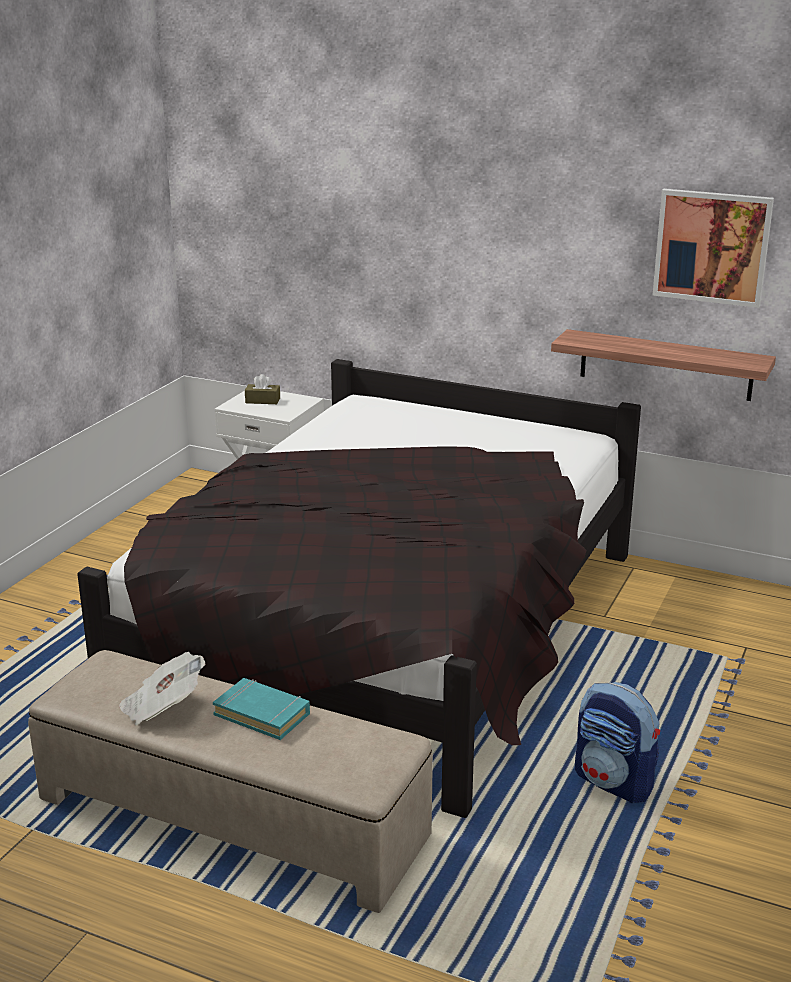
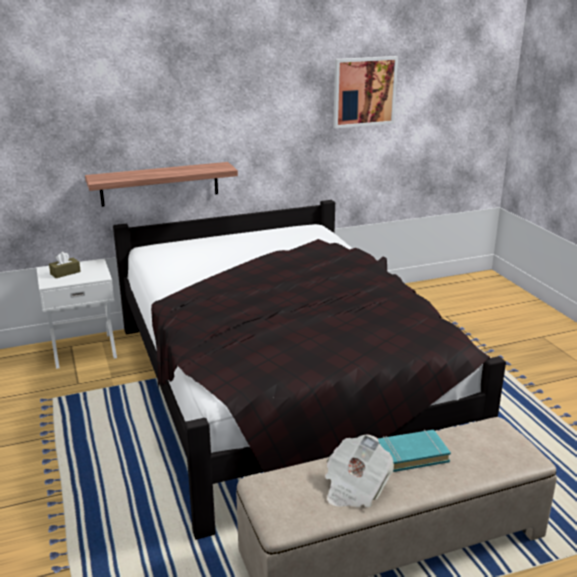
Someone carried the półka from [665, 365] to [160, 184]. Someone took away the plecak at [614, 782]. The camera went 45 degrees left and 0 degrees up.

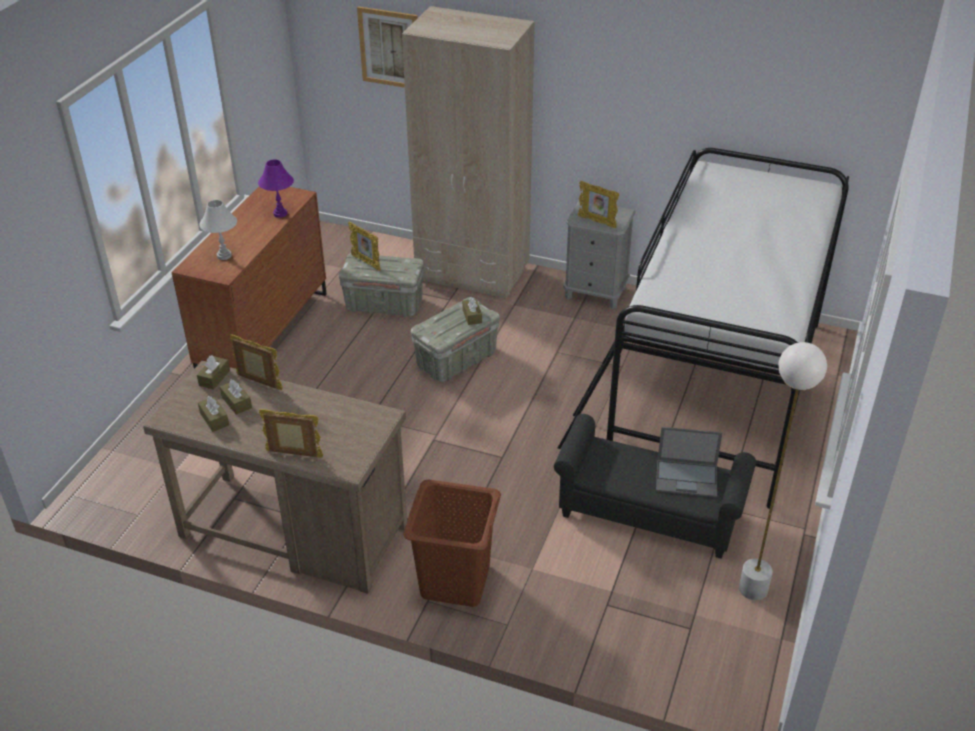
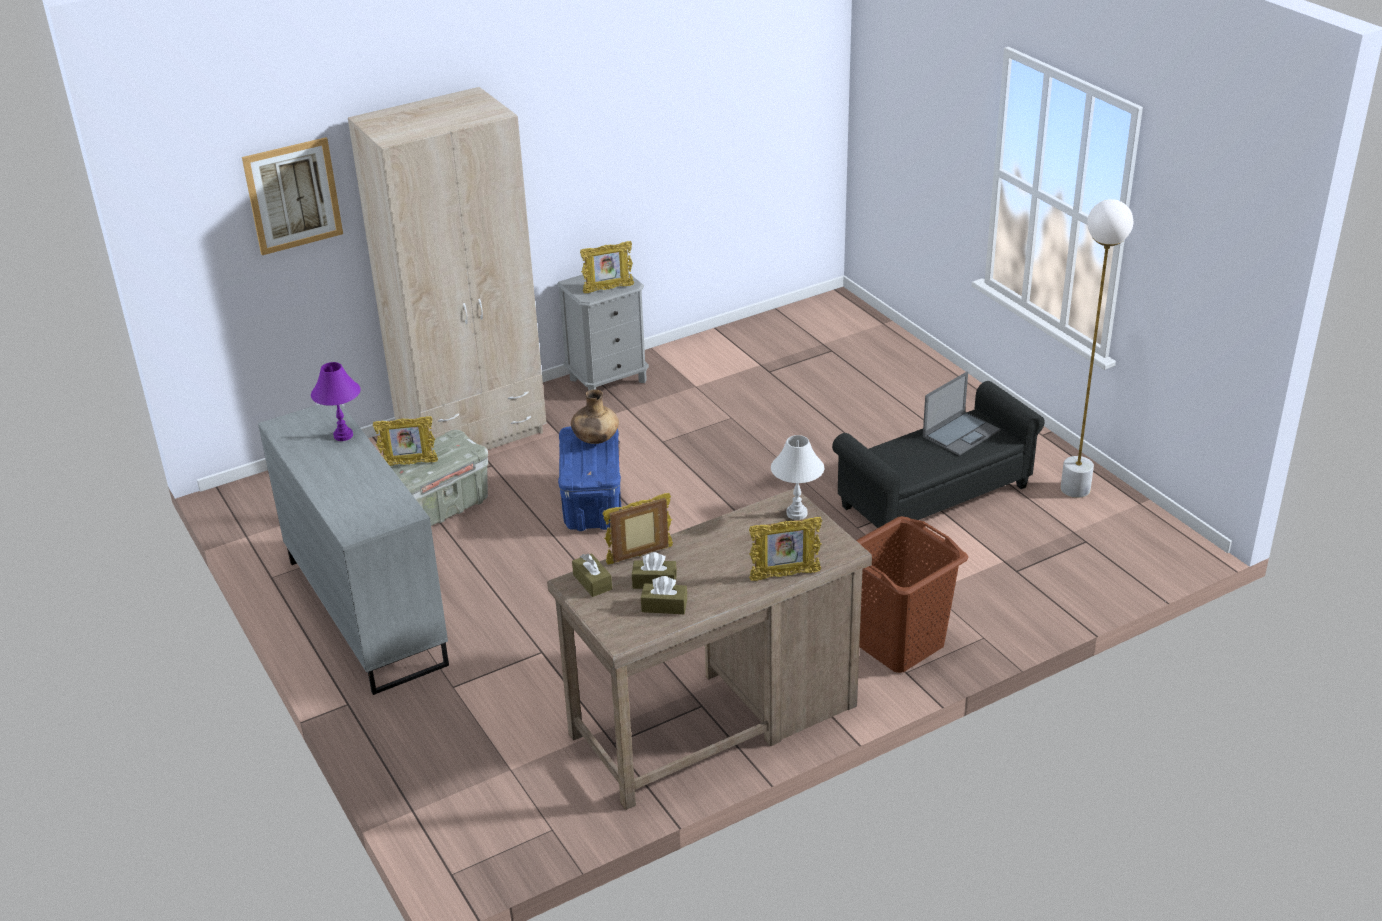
Someone repainted the komoda [brązowy] at [263, 334], which became the komoda [szary] at [364, 612]. Someone repainted the pojemnik do przechowywania [szary] at [456, 360], which became the pojemnik do przechowywania [niebieski] at [592, 503]. Someone swapped the pudełko chusteczek [brązowy] at [472, 316] for the wazon [brązowy] at [595, 440]. Someone rotated the ramka na zdjęcie at [294, 455] by 150 degrees counterclockwise. Someone carried the lampa stołowa [biały] from [224, 255] to [796, 513]. Someone took away the łóżko [czarny] at [714, 392]. The camera went 50 degrees left and 5 degrees down.

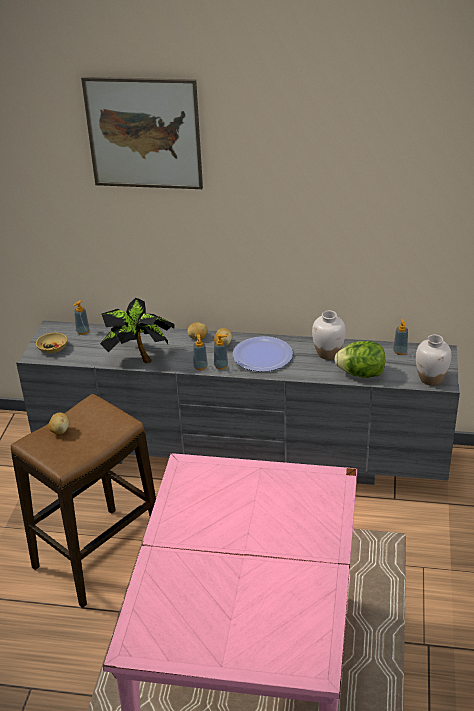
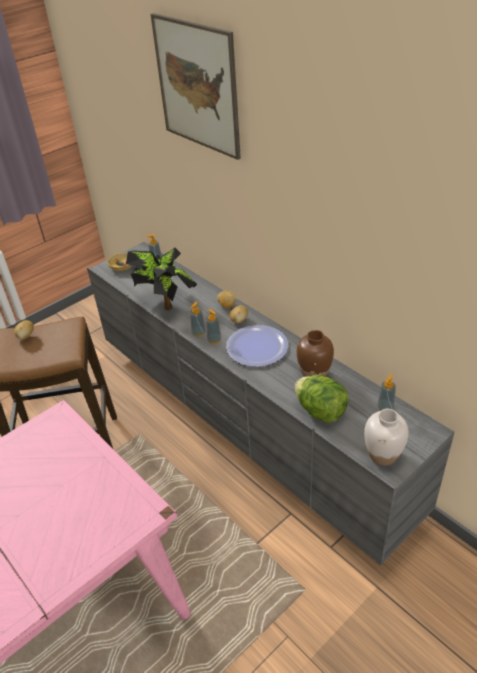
Someone repainted the wazon [biały] at [328, 354], which became the wazon [brązowy] at [314, 374]. The camera went 40 degrees right and 5 degrees up.

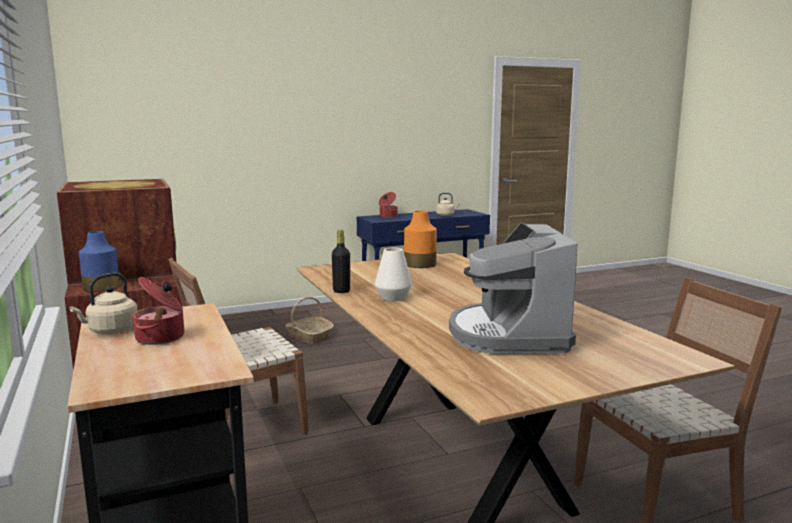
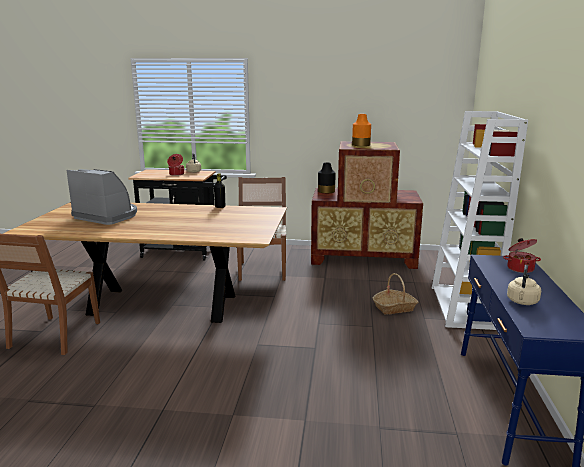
Someone repainted the wazon [niebieski] at [101, 287], which became the wazon [czarny] at [326, 191]. Someone carried the wazon [pomarańczowy] from [420, 264] to [361, 145]. Someone put down the regał [biały] at [463, 307]. Someone took away the wazon [biały] at [393, 298]. The camera went 120 degrees right and 5 degrees up.

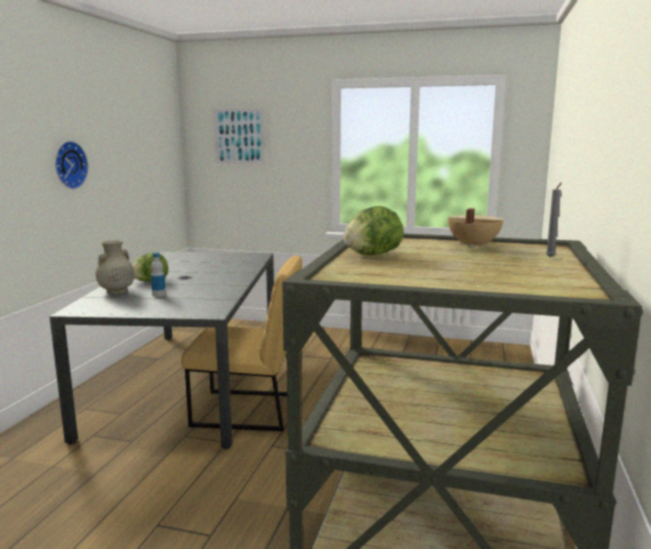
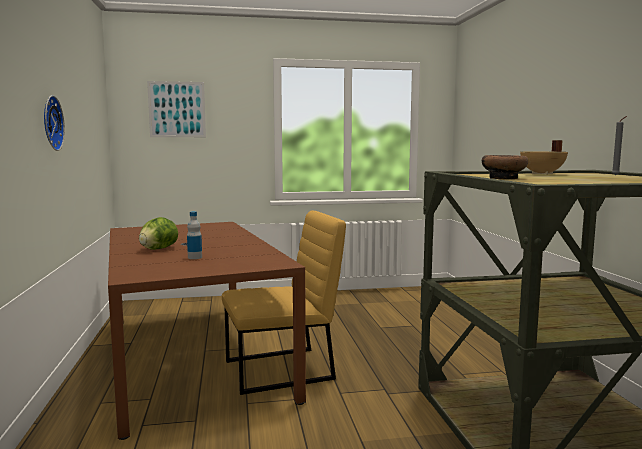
Someone repainted the stół jadalny [szary] at [191, 381], which became the stół jadalny [brązowy] at [194, 356]. Someone swapped the sałata at [372, 254] for the miska at [504, 178]. Someone took away the wazon [beżowy] at [116, 291]. The camera went 25 degrees left and 5 degrees down.

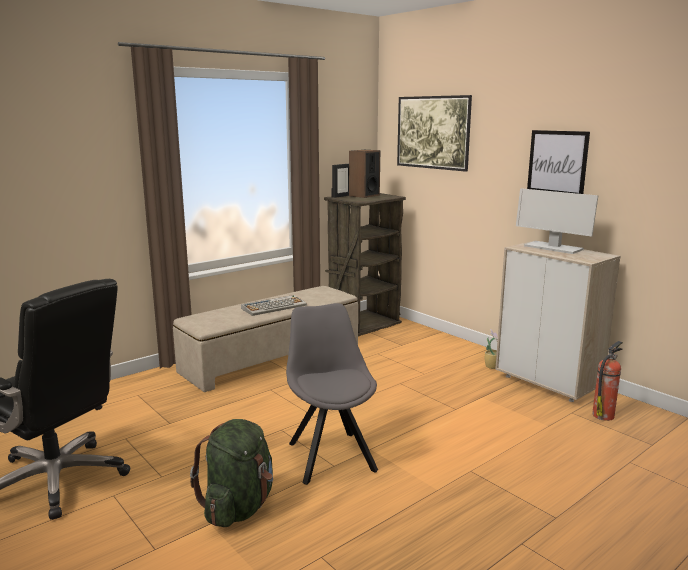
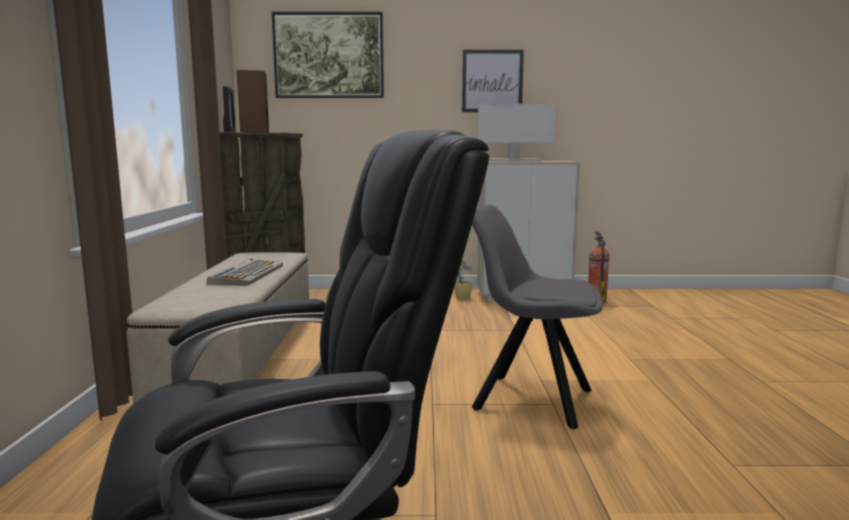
Someone took away the plecak [zielony] at [239, 507]. The camera went 50 degrees left and 5 degrees down.

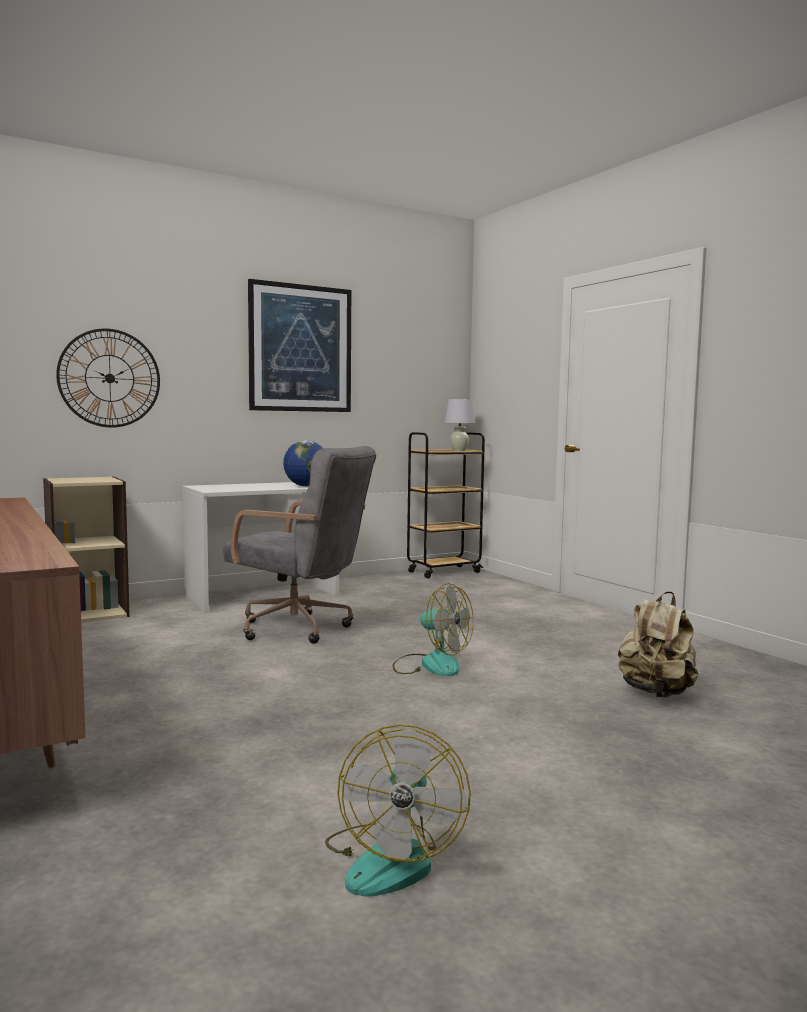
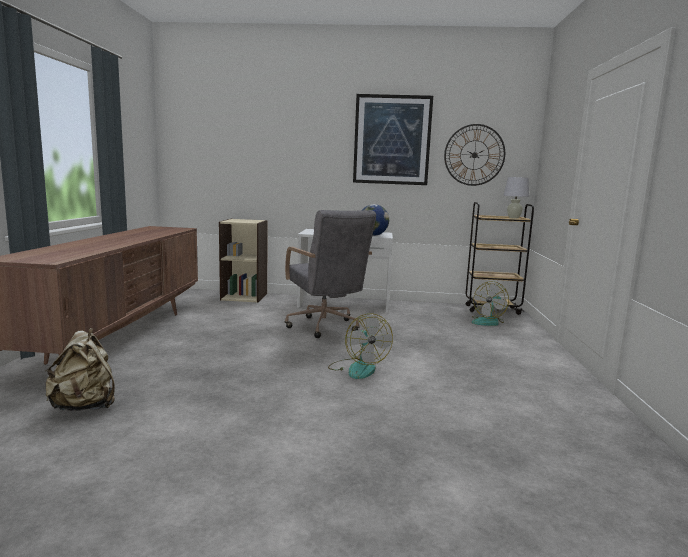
Someone carried the plecak [beżowy] from [656, 693] to [85, 406]. Someone carried the zegar ścienny from [109, 378] to [474, 155]. Someone carried the wentylator from [392, 858] to [488, 322]. The camera went 35 degrees right and 5 degrees up.

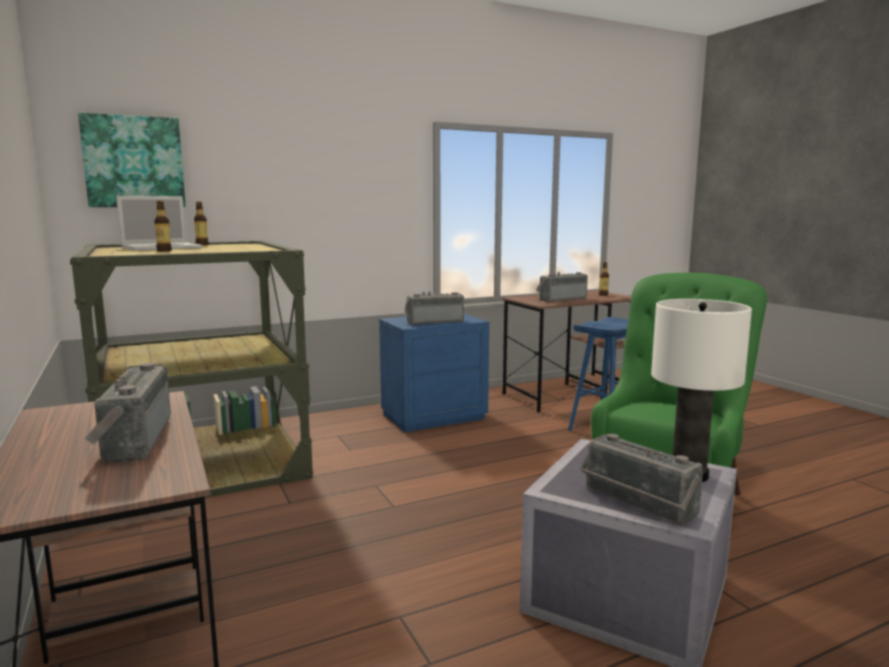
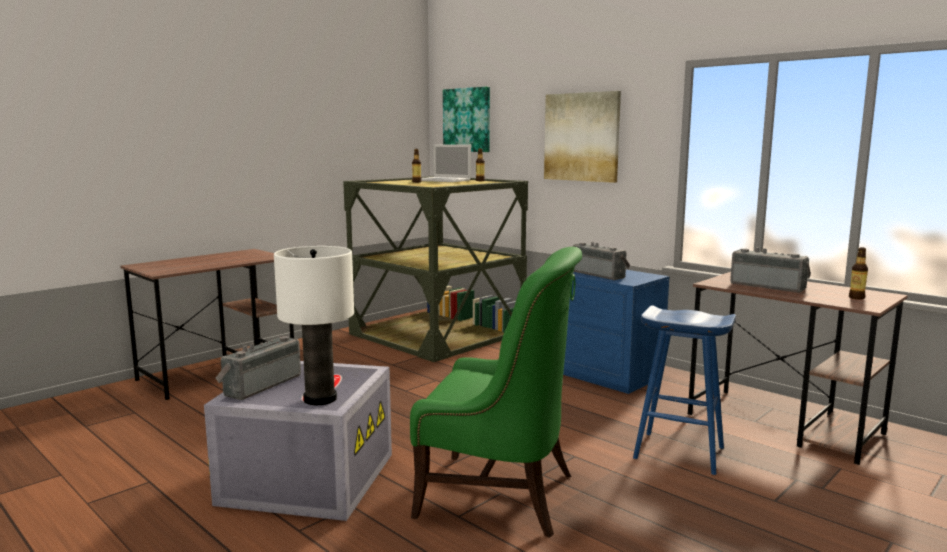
Someone put up the obraz at [582, 137]. Someone took away the radio at [131, 440]. The camera went 70 degrees right and 0 degrees up.

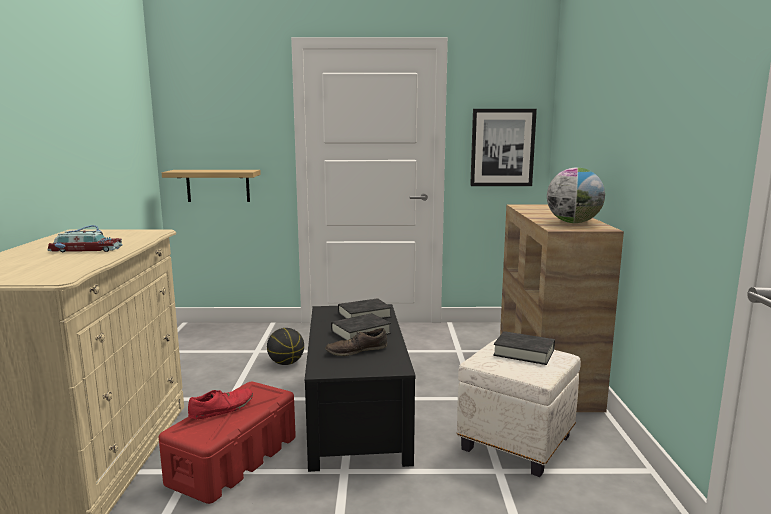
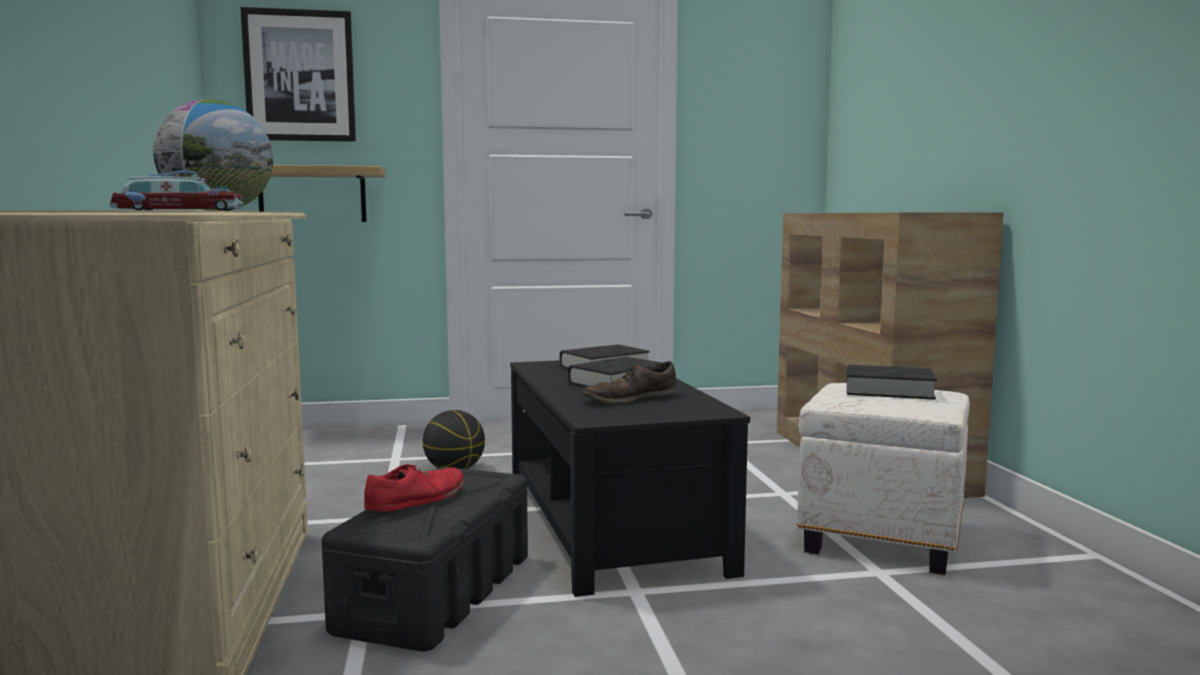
Someone carried the globus from [573, 222] to [218, 211]. Someone carried the obraz from [502, 147] to [300, 76]. Someone repainted the pojemnik do przechowywania [czerwony] at [234, 459], which became the pojemnik do przechowywania [czarny] at [437, 592]. The camera went 10 degrees left and 5 degrees down.

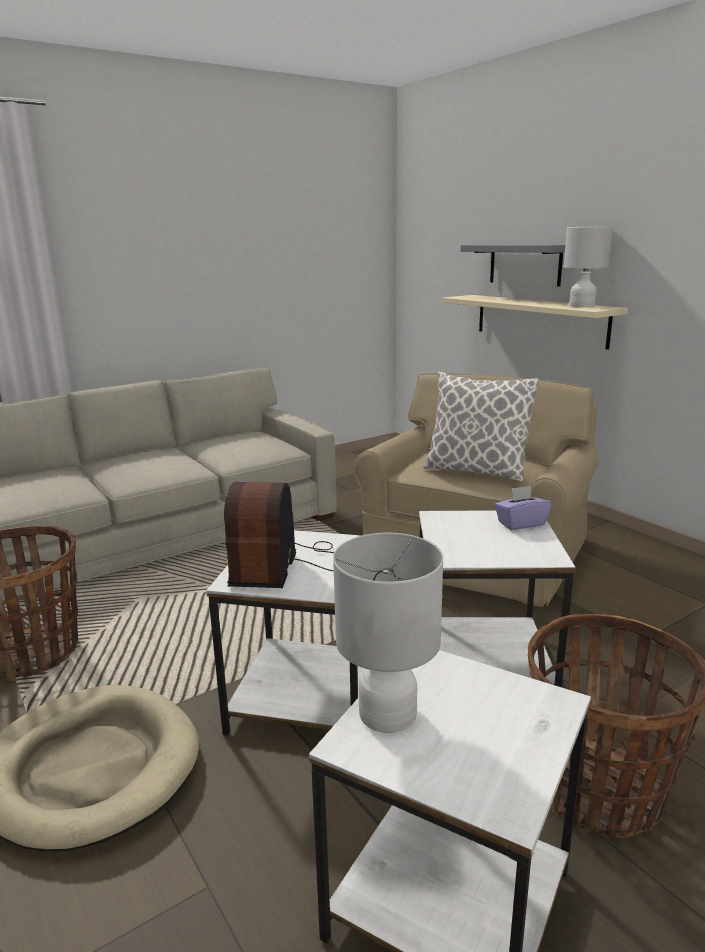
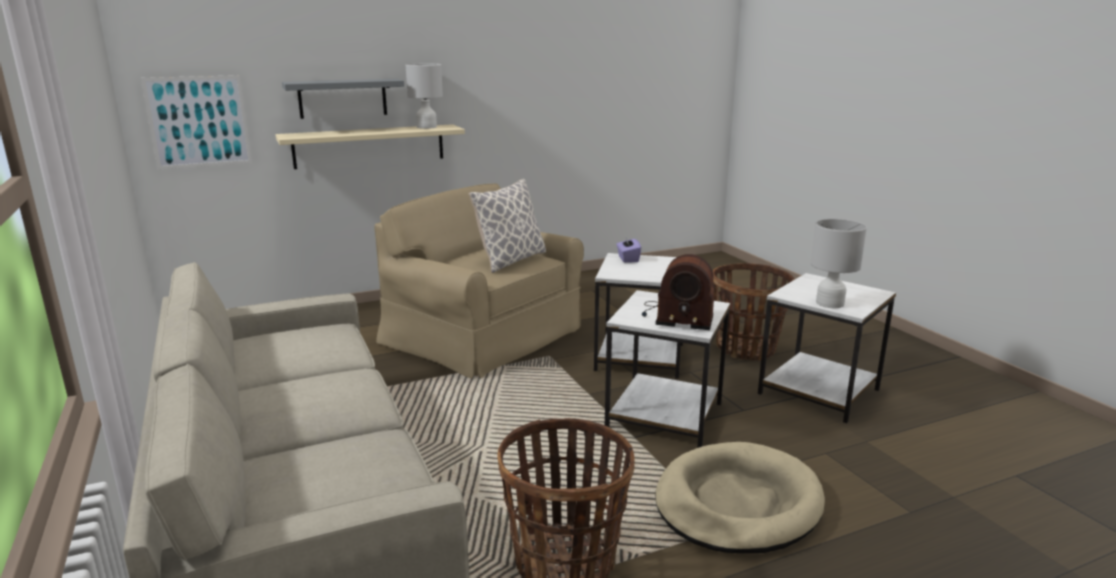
Someone put up the obraz at [198, 122]. The camera went 80 degrees left and 0 degrees up.

